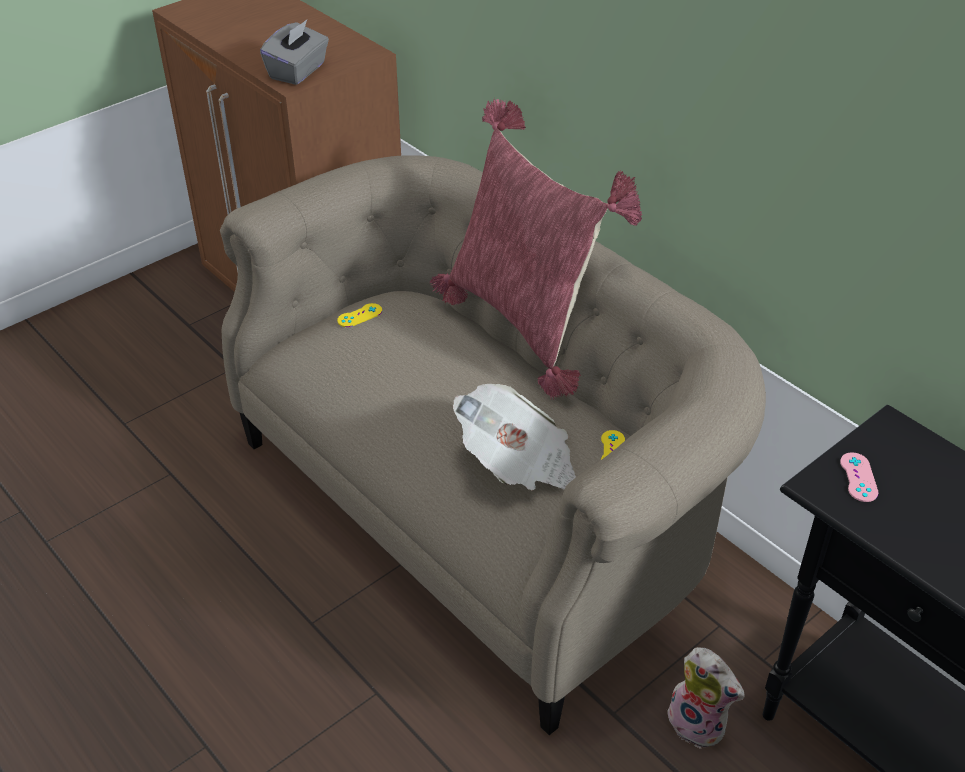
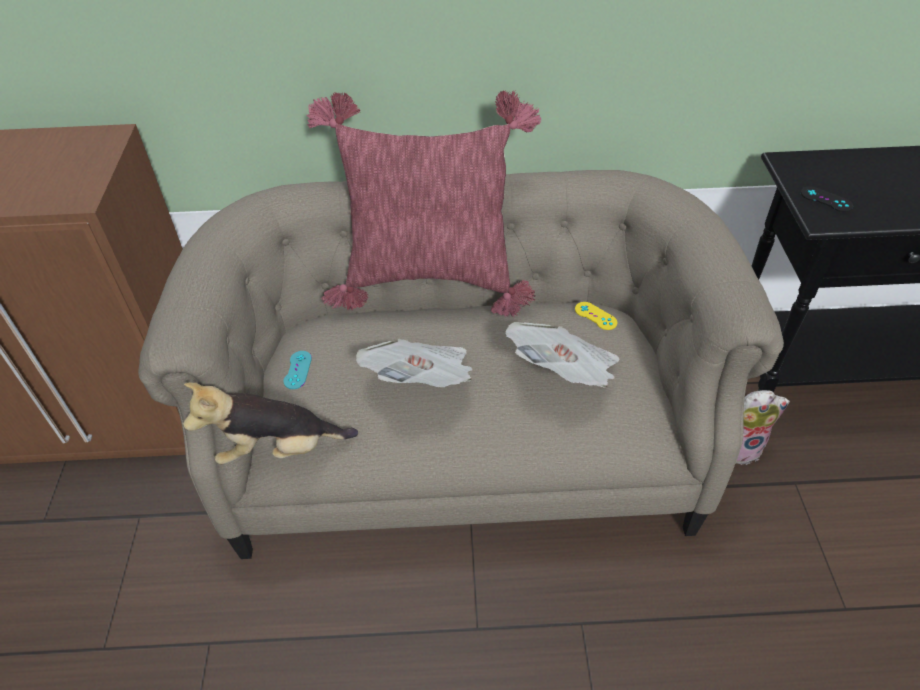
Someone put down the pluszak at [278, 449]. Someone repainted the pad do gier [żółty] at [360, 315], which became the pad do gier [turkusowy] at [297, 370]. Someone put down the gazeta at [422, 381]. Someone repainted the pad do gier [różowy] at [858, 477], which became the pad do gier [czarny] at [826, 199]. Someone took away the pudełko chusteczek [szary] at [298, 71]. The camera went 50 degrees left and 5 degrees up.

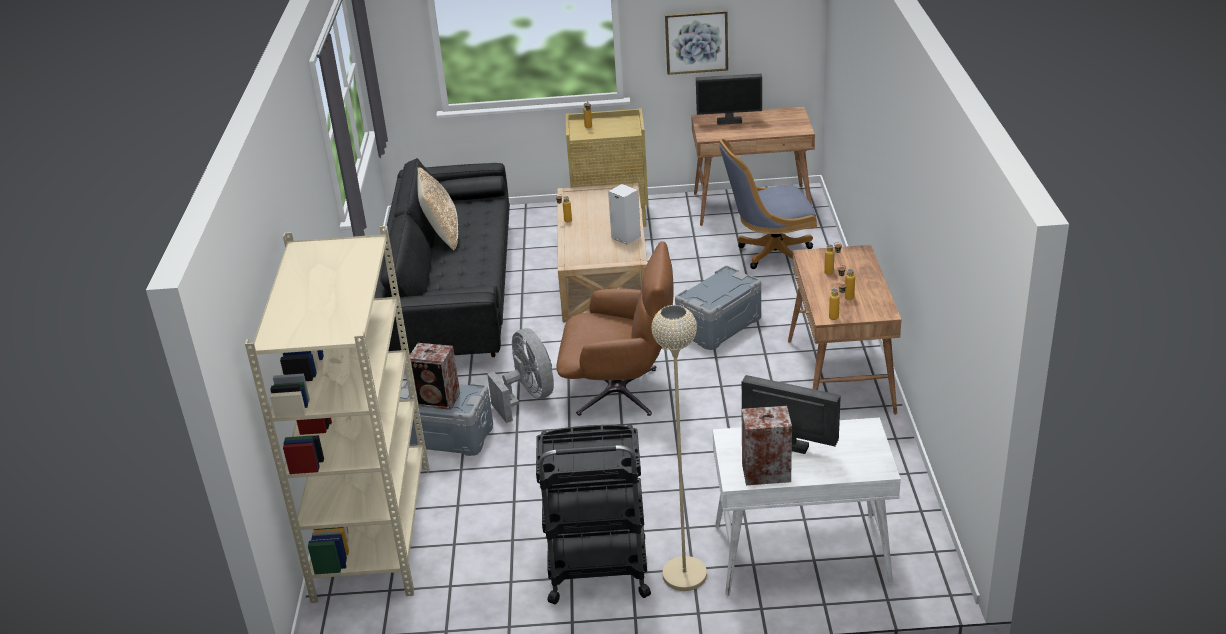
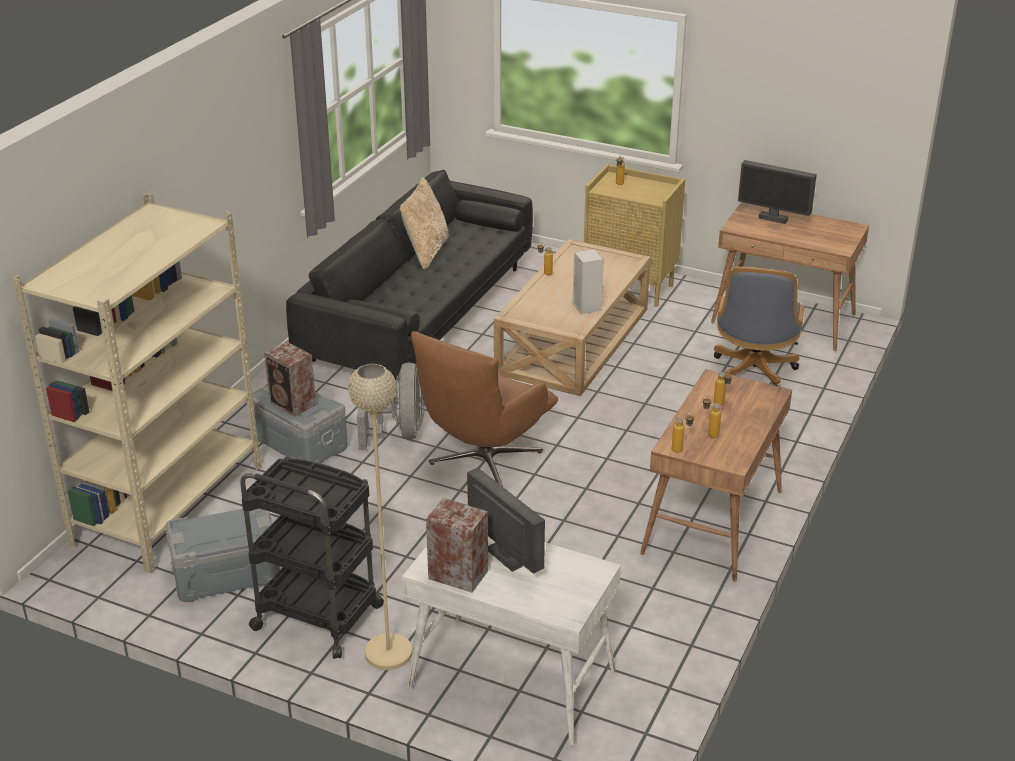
Someone carried the pojemnik do przechowywania [szary] from [718, 326] to [226, 573]. Someone rotated the fotel [brązowy] at [618, 391] by 90 degrees clockwise. Someone rotated the krzesło biurowe [niebieski] at [768, 255] by 90 degrees counterclockwise. Someone took away the obraz at [696, 42]. The camera went 25 degrees right and 0 degrees up.

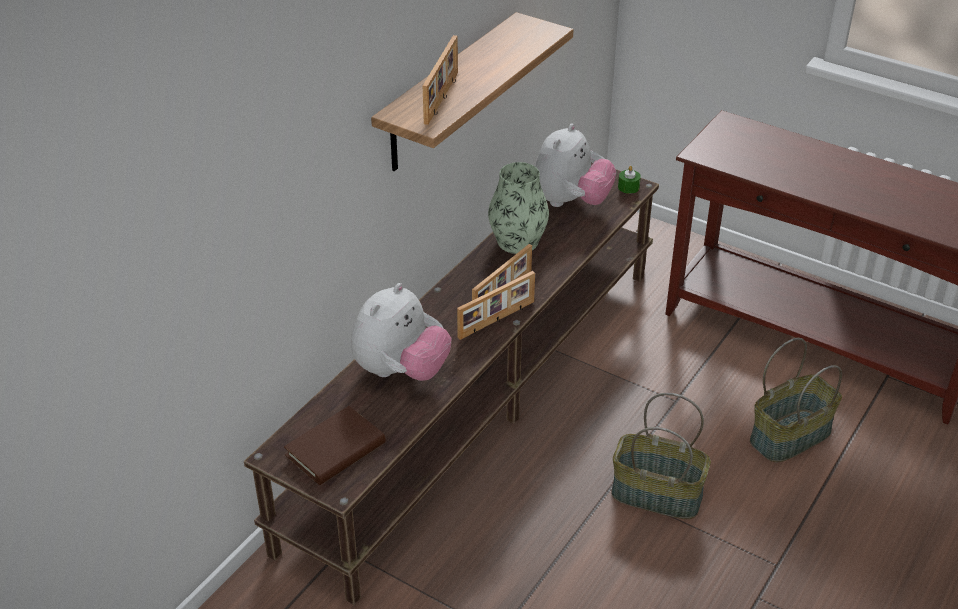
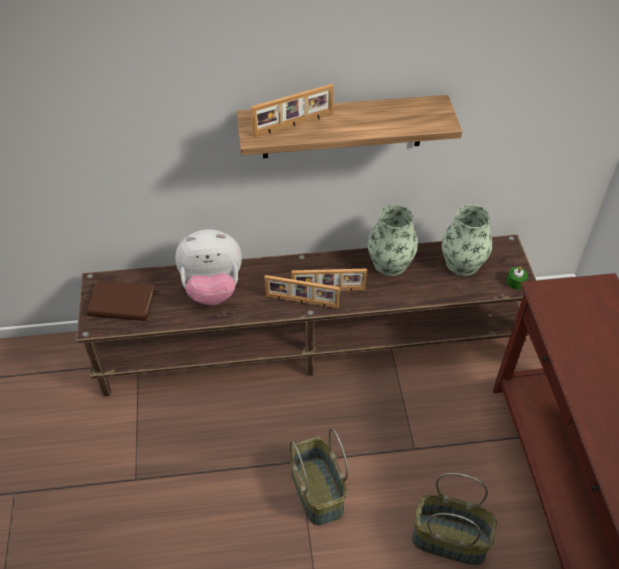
Someone swapped the pluszak at [570, 202] for the wazon at [462, 263]. The camera went 50 degrees right and 10 degrees up.

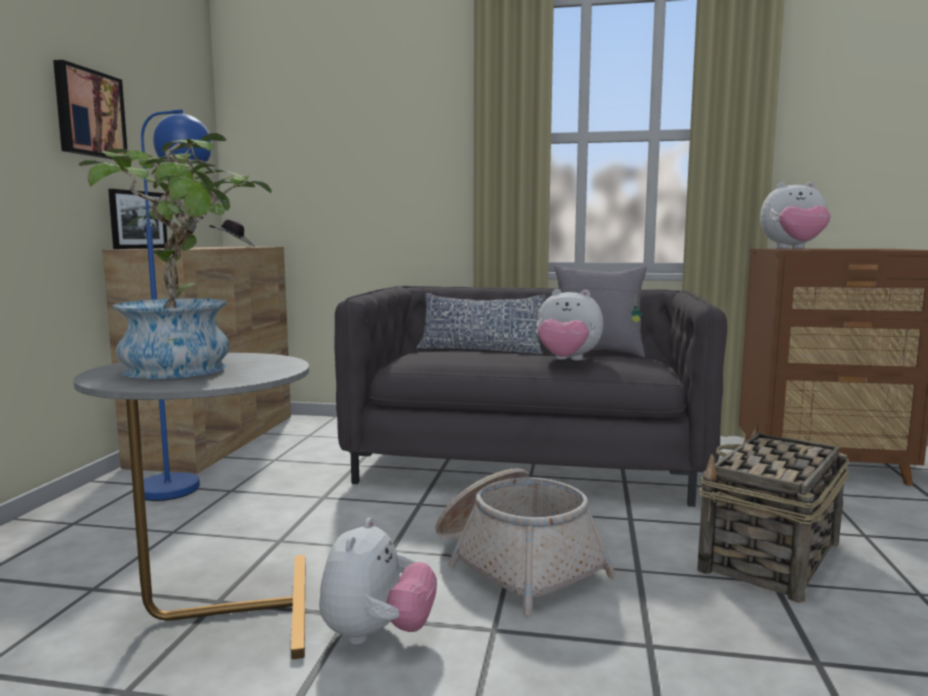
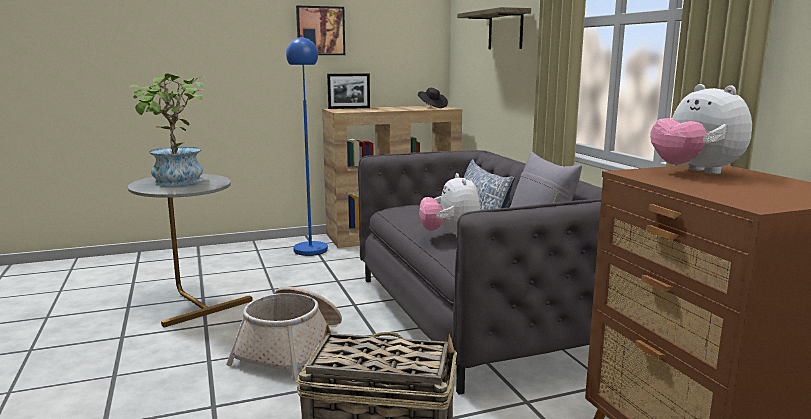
Someone put up the półka at [505, 30]. Someone took away the pluszak at [377, 634]. The camera went 60 degrees right and 5 degrees up.

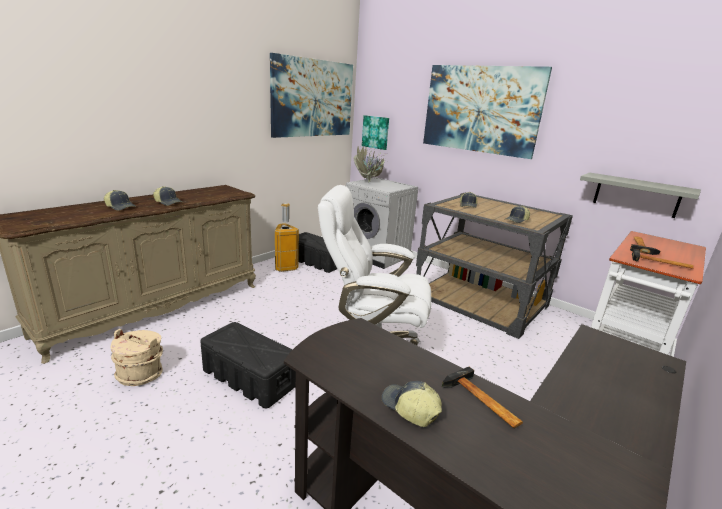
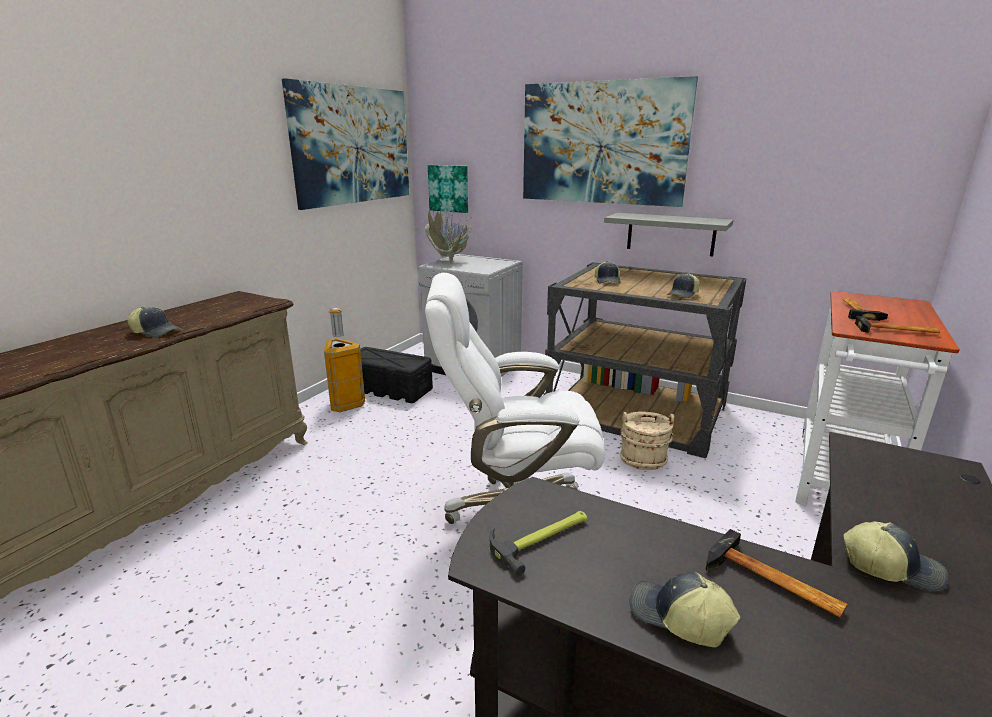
Someone put down the młotek at [542, 538]. Someone carried the półka [szary] from [636, 195] to [670, 234]. Someone carried the wiadro [beżowy] from [141, 374] to [643, 459]. Someone carried the czapka z daszkiem from [120, 207] to [890, 567]. Someone took away the pojemnik do przechowywania [czarny] at [250, 378]. The camera went 10 degrees left and 0 degrees up.

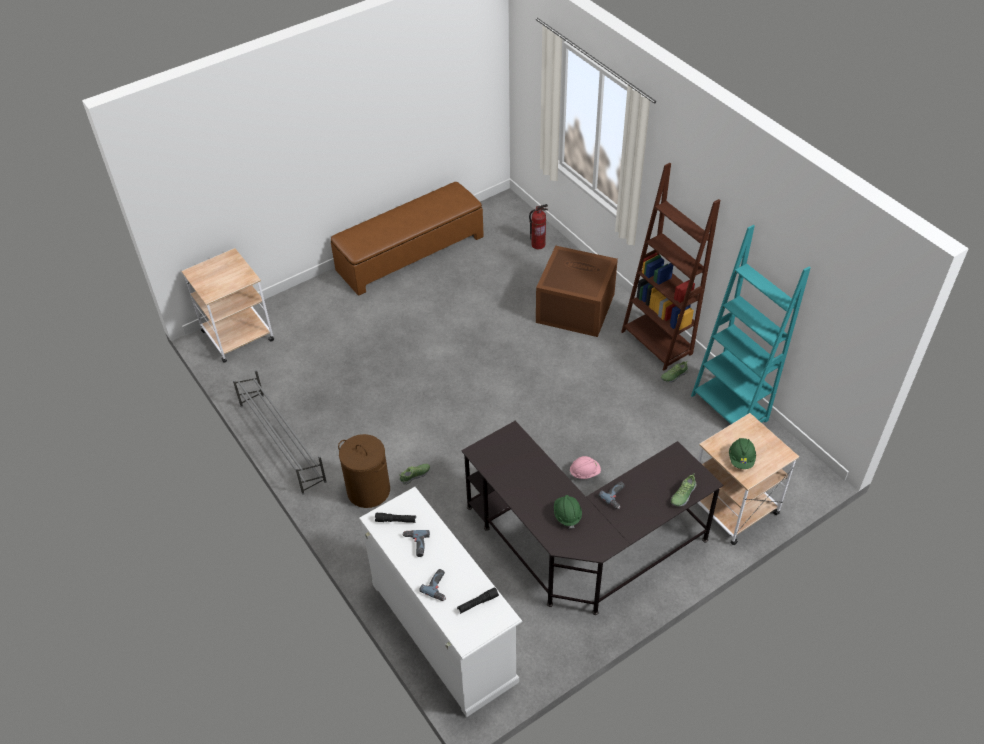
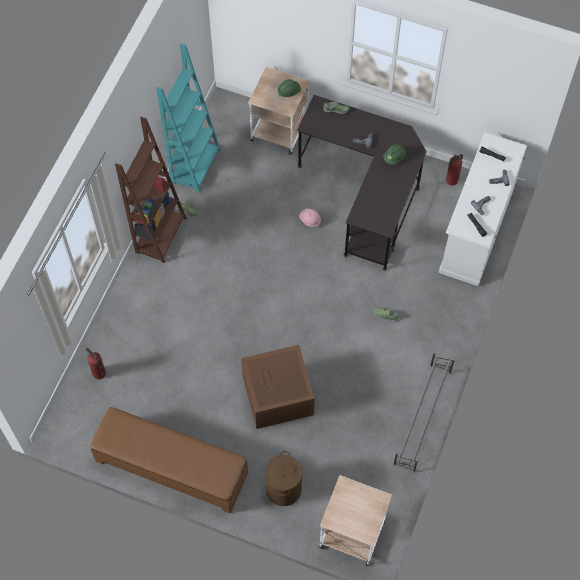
Someone carried the pojemnik do przechowywania [brązowy] from [574, 308] to [279, 396]. Someone carried the kosz na pranie [brązowy] from [368, 490] to [283, 489]. Someone put down the gaśnica at [452, 180]. The camera went 125 degrees left and 15 degrees up.

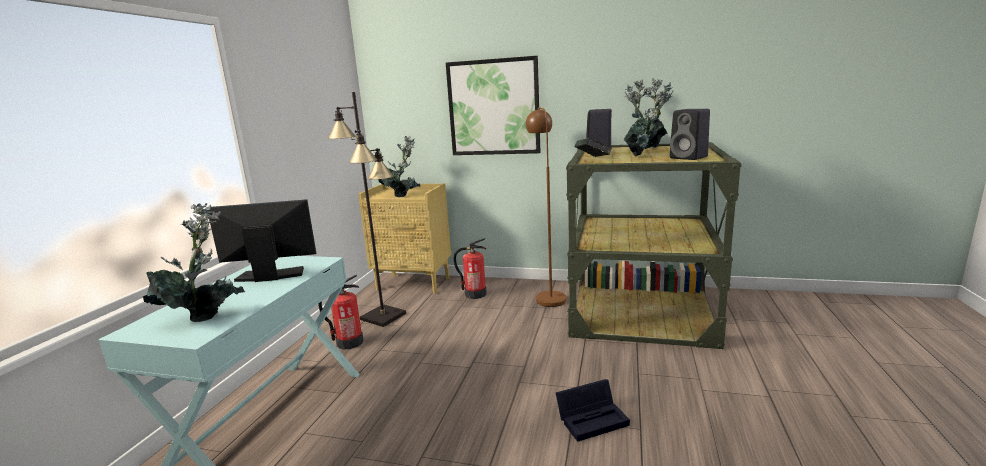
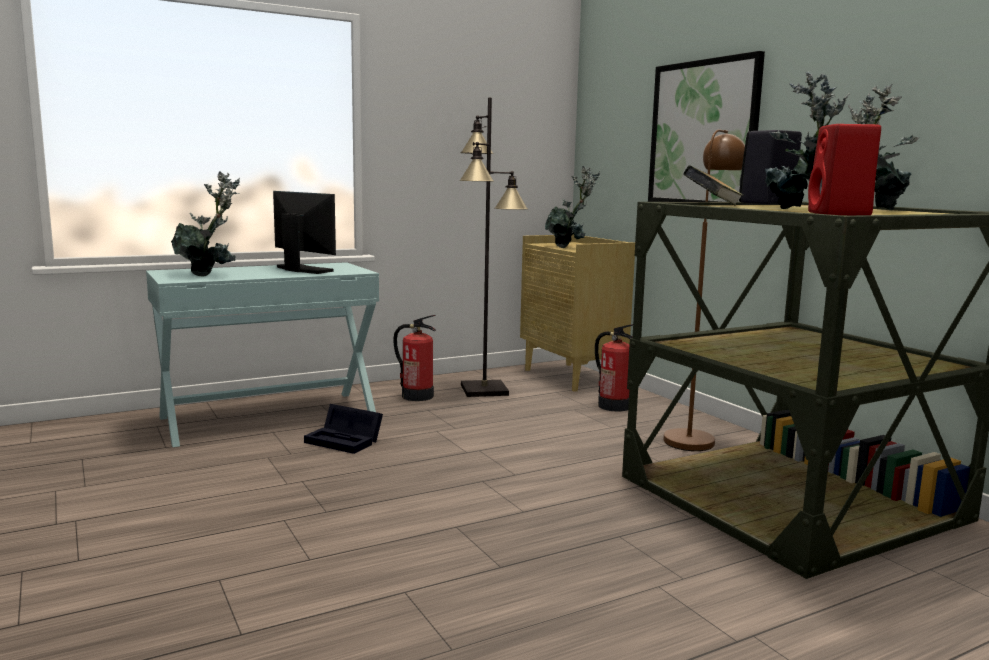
Someone carried the pojemnik do przechowywania [czarny] from [593, 418] to [346, 441]. Someone repainted the głośnik [czarny] at [689, 157], which became the głośnik [czerwony] at [840, 214]. The camera went 45 degrees right and 5 degrees down.

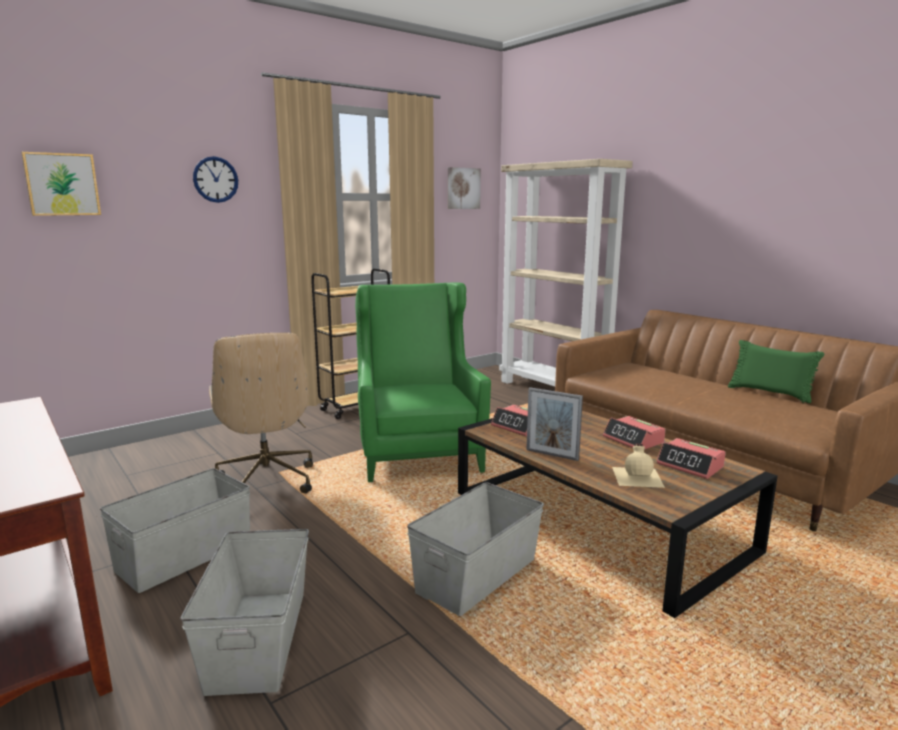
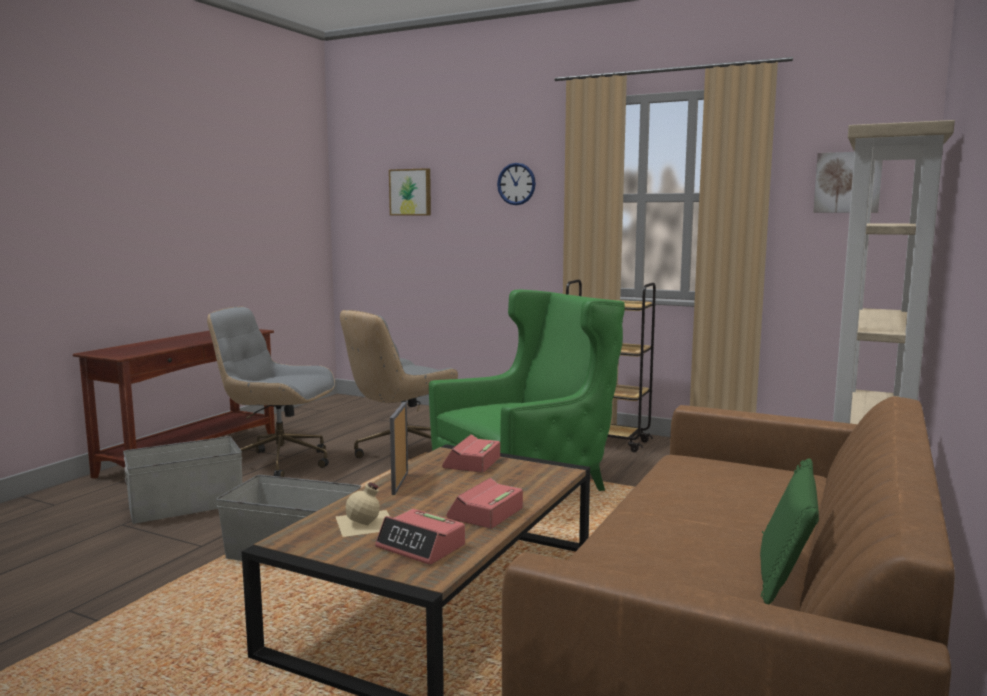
Someone swapped the pojemnik do przechowywania [szary] at [183, 555] for the krzesło biurowe [szary] at [278, 462]. Someone rotated the budzik at [690, 466] by 75 degrees counterclockwise. The camera went 65 degrees right and 5 degrees down.

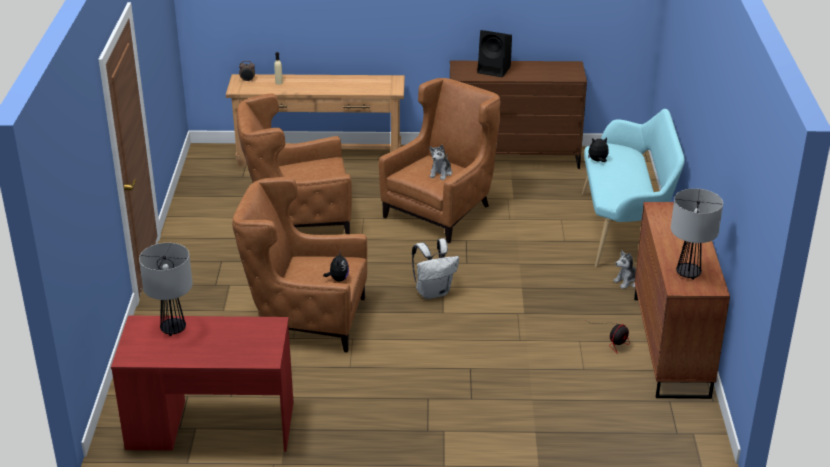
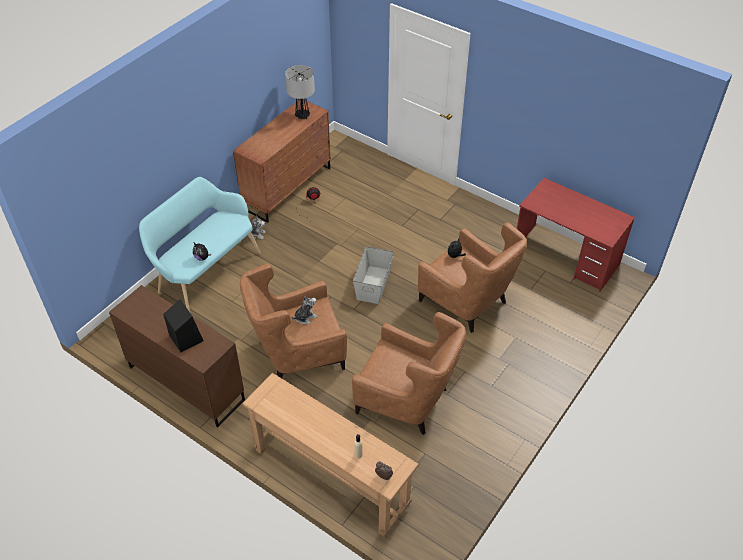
Someone swapped the plecak [biały] at [433, 292] for the pojemnik do przechowywania [szary] at [373, 284]. Someone took away the lampa stołowa at [173, 329]. The camera went 145 degrees left and 15 degrees up.

